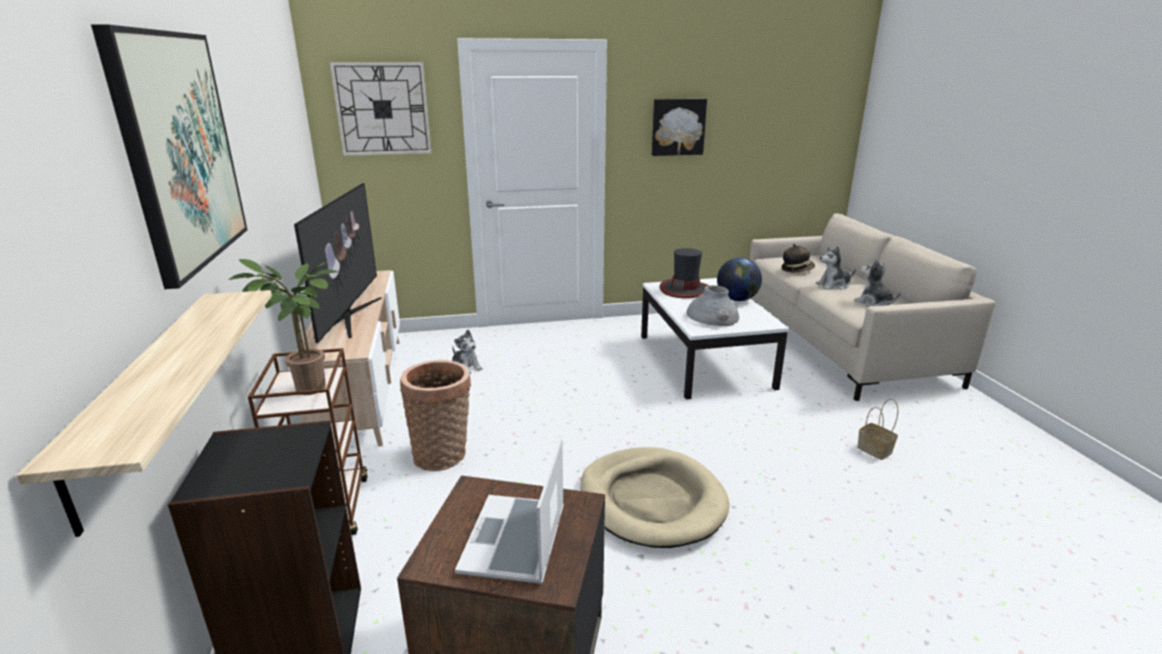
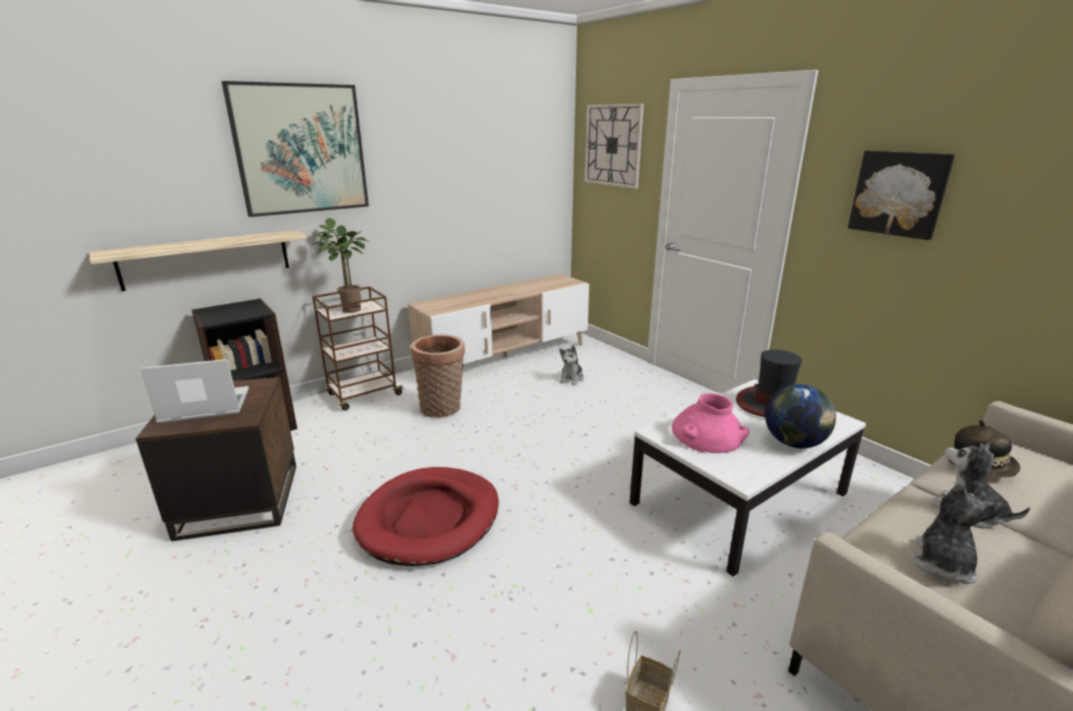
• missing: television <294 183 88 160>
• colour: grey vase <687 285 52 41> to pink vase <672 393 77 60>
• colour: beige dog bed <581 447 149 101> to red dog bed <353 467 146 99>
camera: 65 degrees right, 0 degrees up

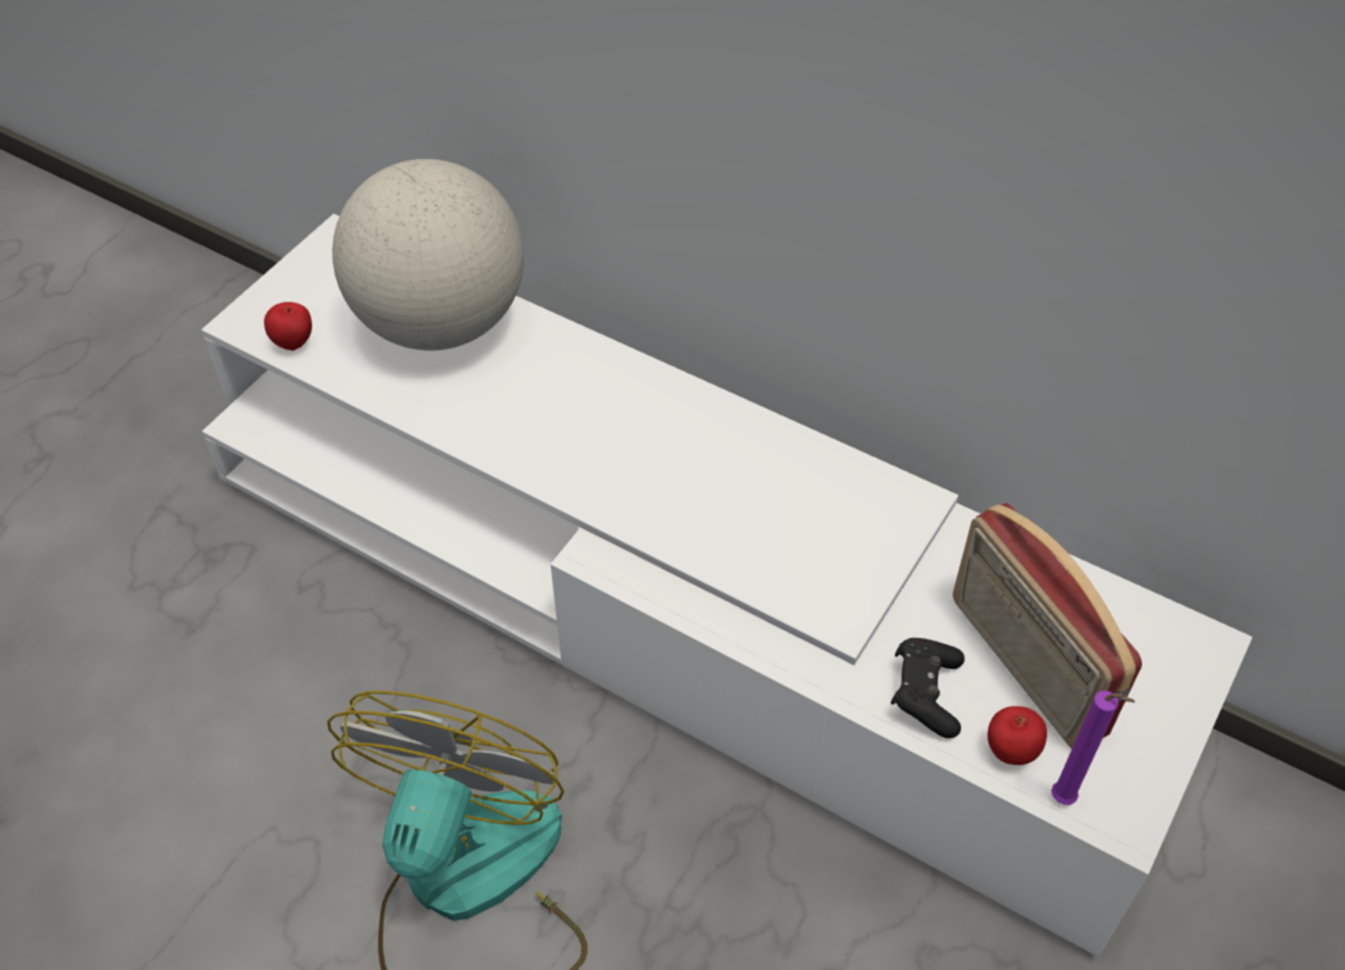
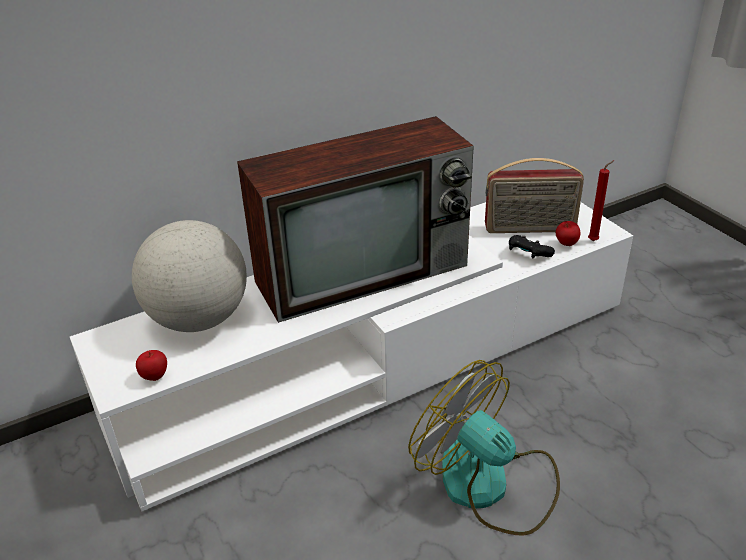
• colour: purple candle <1051 691 84 114> to red candle <588 160 26 81>
• appeared: television <237 116 237 207>
camera: 60 degrees left, 15 degrees down

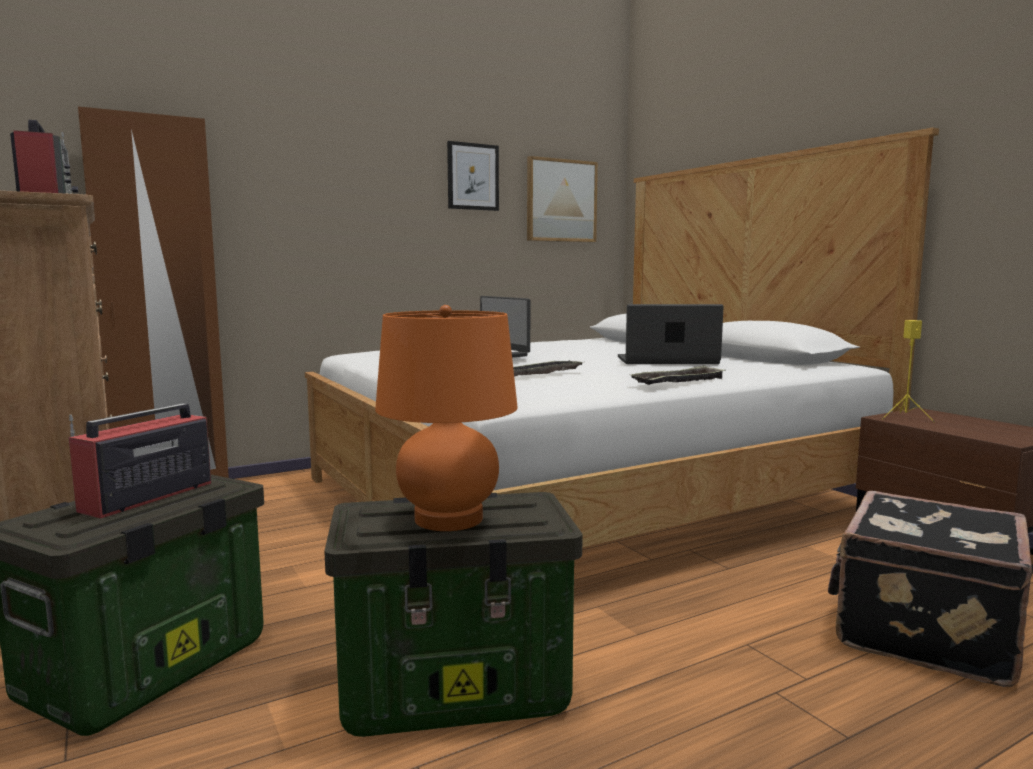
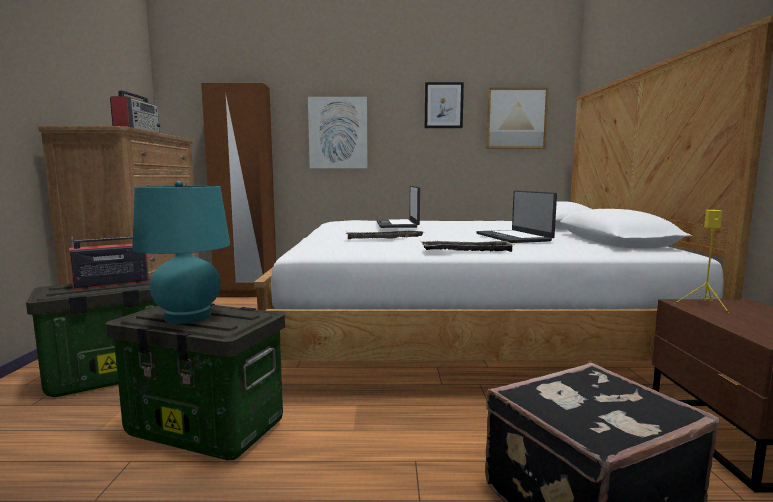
• spun: laptop <618 304 106 60> = <476 190 81 53> 135 degrees counterclockwise
• colour: orange table lamp <375 305 143 226> to turquoise table lamp <132 181 98 143>
• appeared: picture <308 97 60 72>
camera: 30 degrees right, 0 degrees up

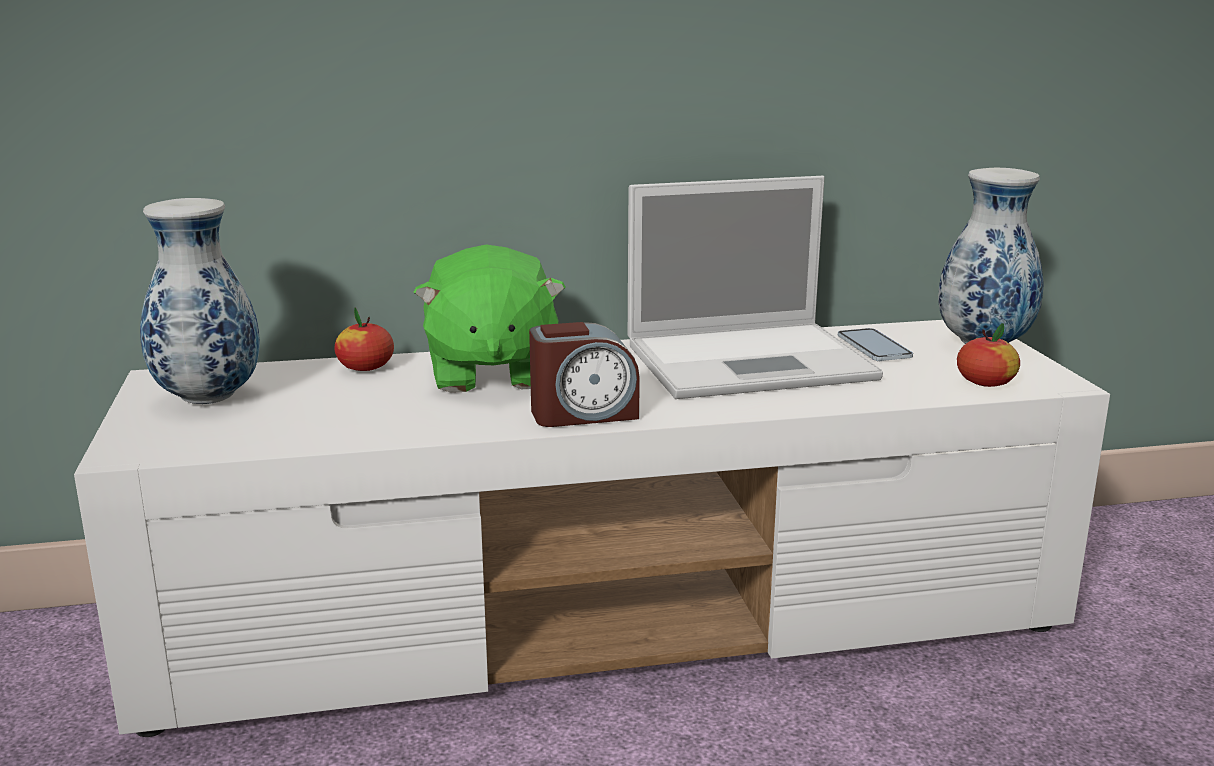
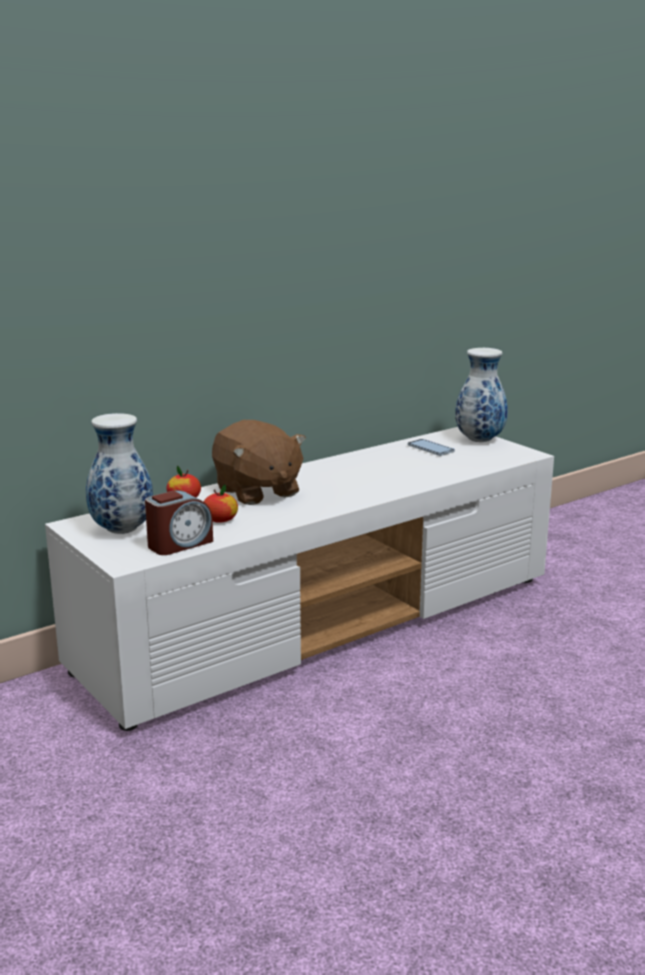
• missing: laptop <628 176 255 223>
• colour: green plush toy <413 244 153 149> to brown plush toy <212 420 94 85>
• relocated: alarm clock <529 322 111 105> to <145 490 68 65>
• relocated: apple <957 323 63 64> to <203 484 35 39>
camera: 25 degrees left, 0 degrees up

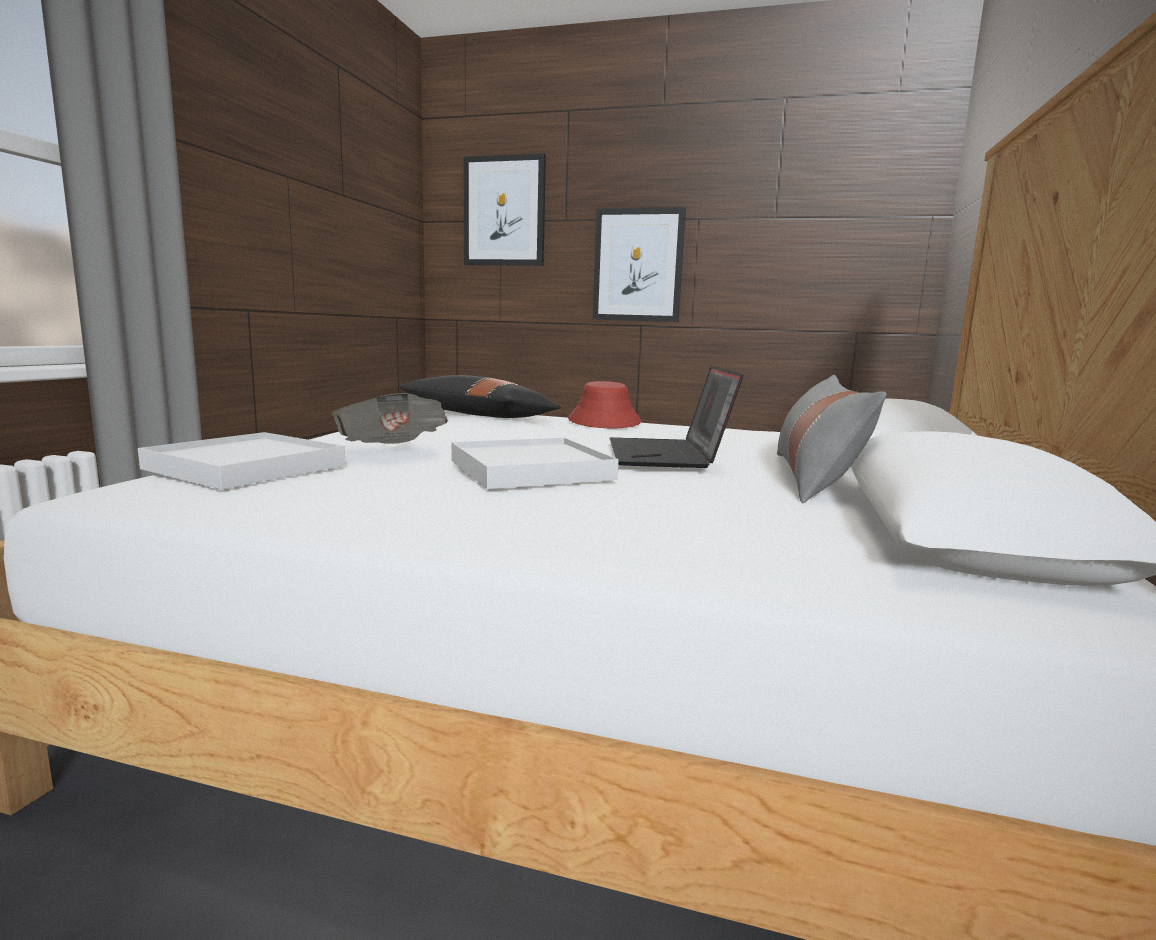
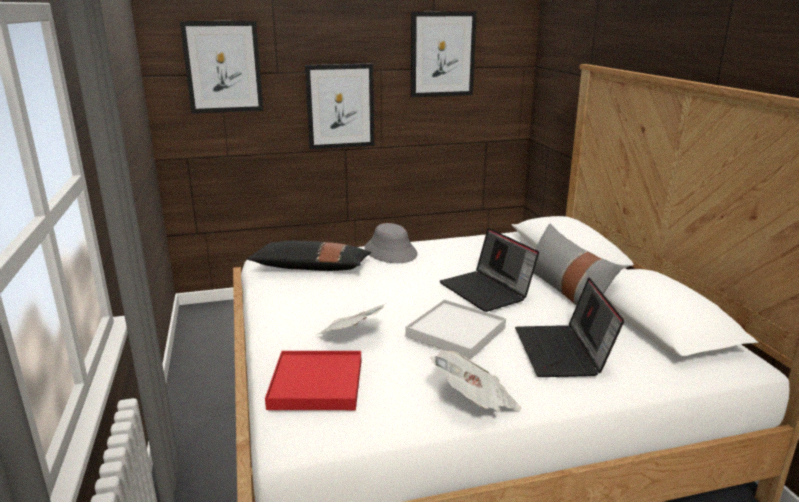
• colour: red hat <568 381 73 47> to grey hat <365 223 52 40>
• colour: white tray <138 432 207 58> to red tray <265 351 96 59>
• appeared: picture <411 12 66 85>
• appeared: laptop <515 277 109 100>
• appeared: newspaper <430 351 92 60>
camera: 30 degrees left, 10 degrees up

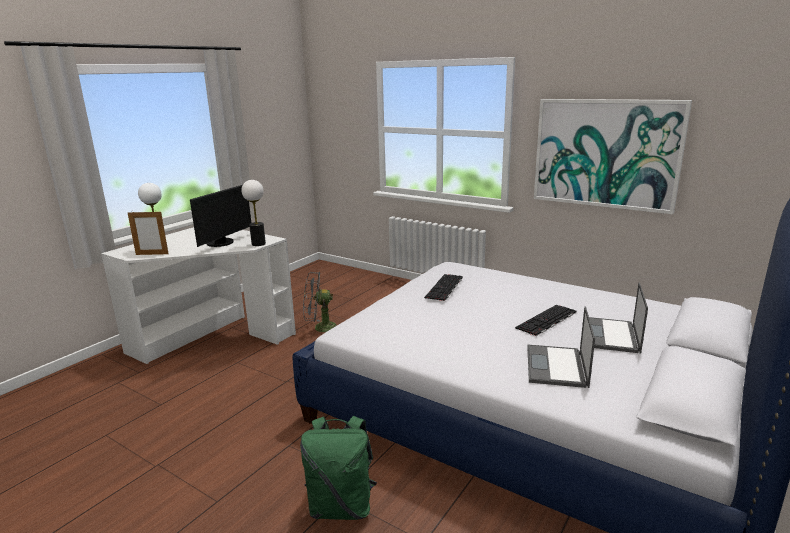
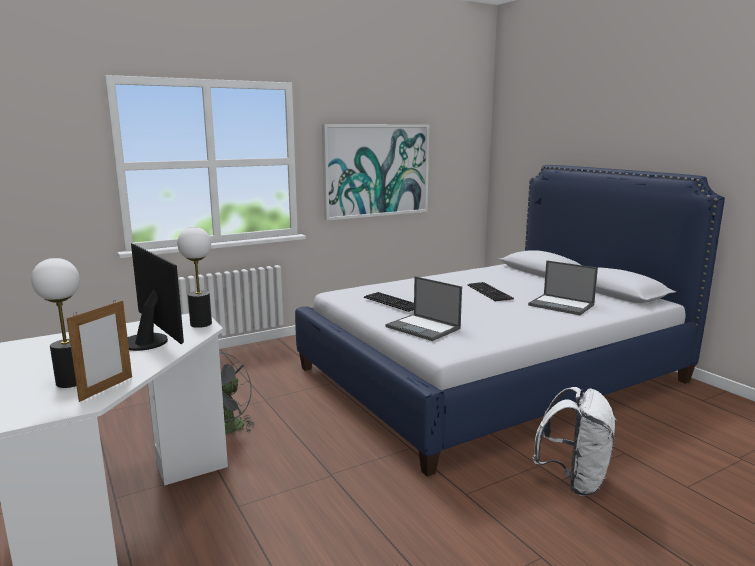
• relocated: laptop <589 283 59 70> to <386 276 76 65>
• colour: green backpack <300 416 77 104> to white backpack <533 387 84 109>
camera: 65 degrees left, 5 degrees down

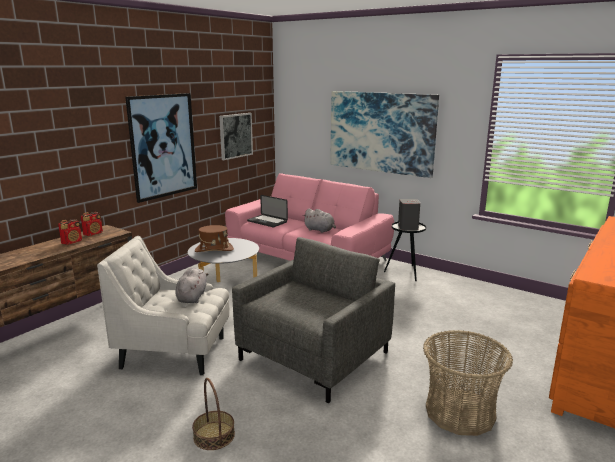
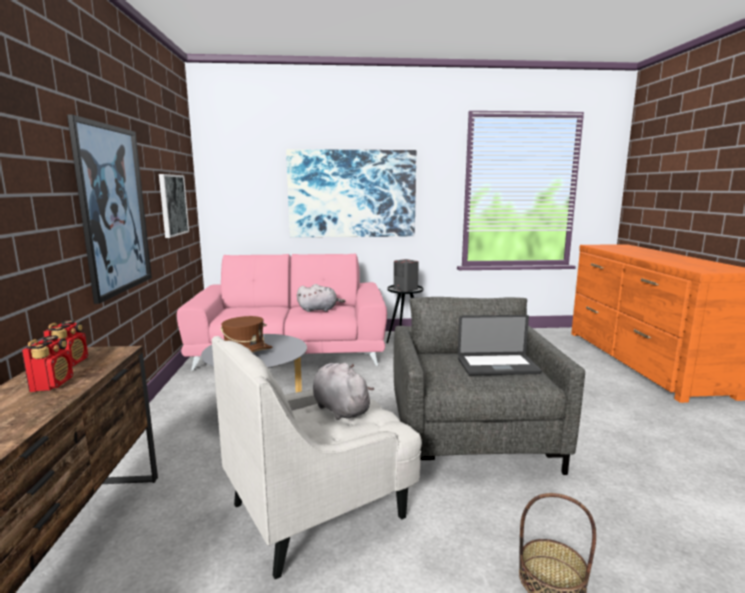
• relocated: laptop <247 195 41 32> to <458 315 84 61>
• missing: basket <423 330 90 106>
camera: 40 degrees left, 5 degrees down

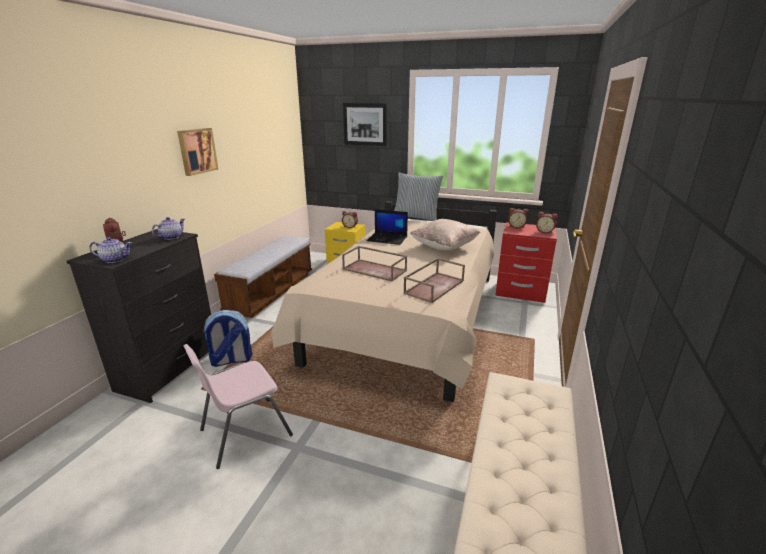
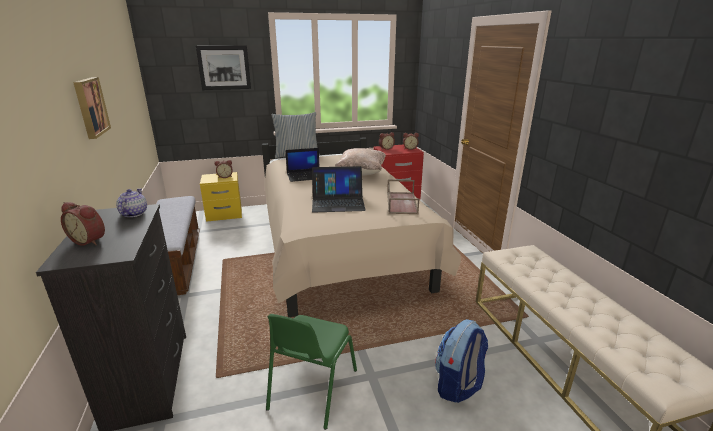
• missing: teapot <89 237 43 26>
• exchanged: brown tray <342 246 65 36> to laptop <312 166 54 47>
• relocated: backpack <202 310 51 57> to <435 319 53 84>
• colour: pink chair <183 344 110 125> to green chair <266 314 91 116>
camera: 35 degrees left, 0 degrees up

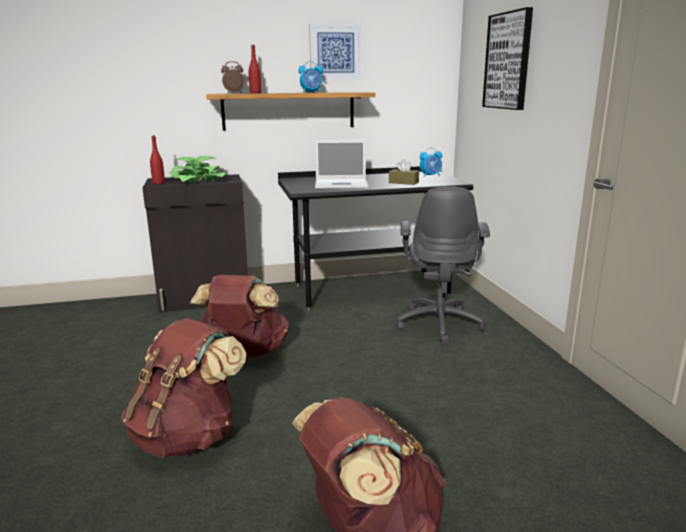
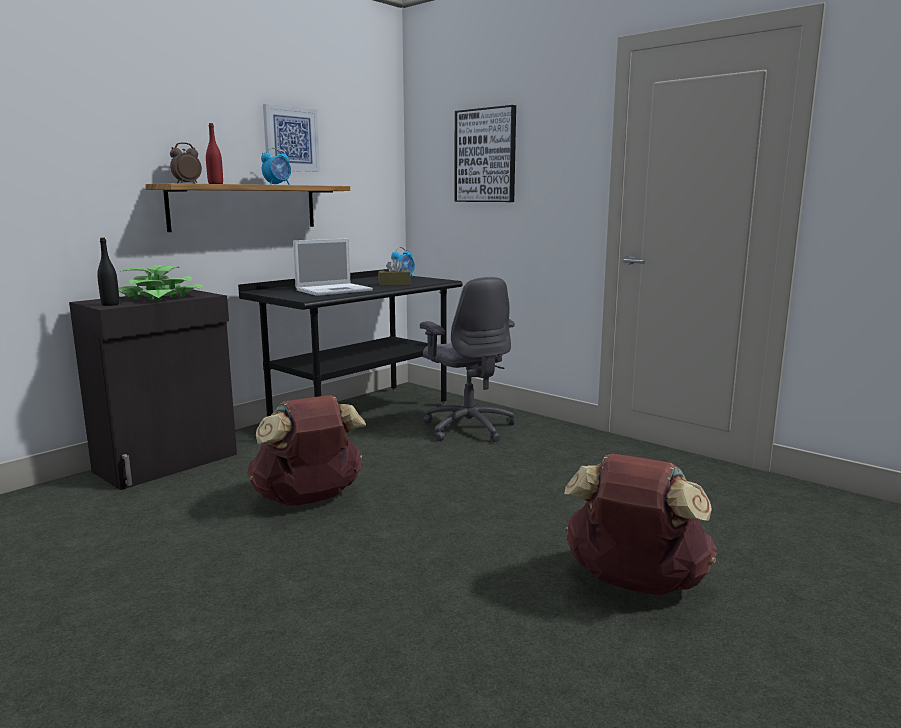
• colour: red bottle <150 136 15 48> to black bottle <97 238 22 68>
• missing: brown backpack <121 318 125 140>
camera: 35 degrees left, 5 degrees down

